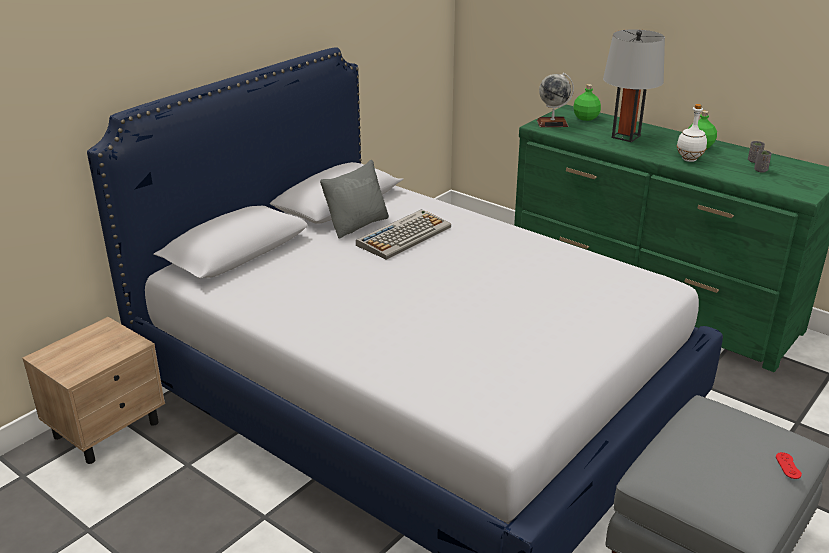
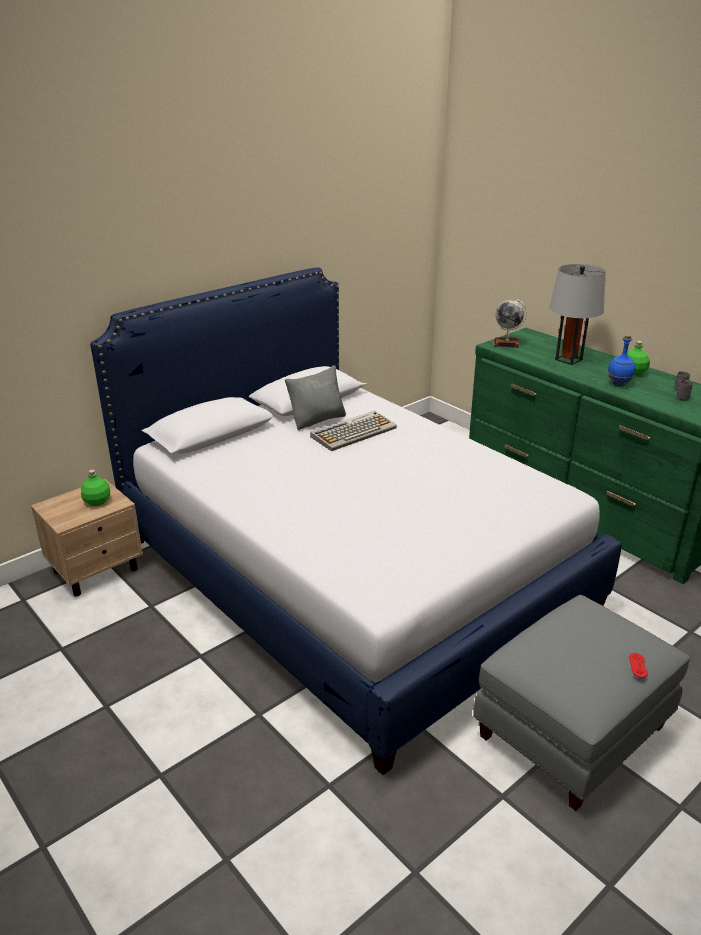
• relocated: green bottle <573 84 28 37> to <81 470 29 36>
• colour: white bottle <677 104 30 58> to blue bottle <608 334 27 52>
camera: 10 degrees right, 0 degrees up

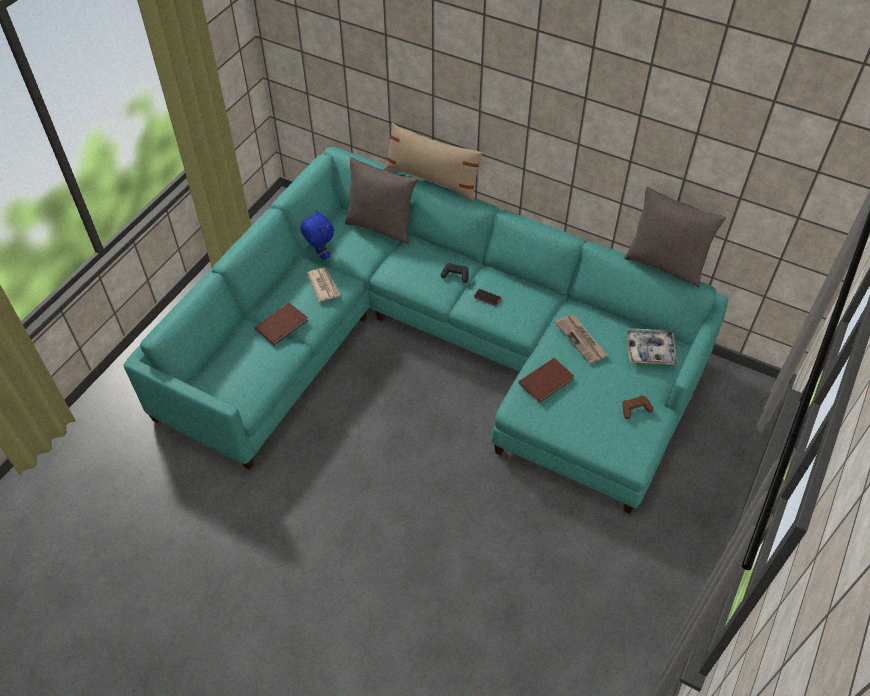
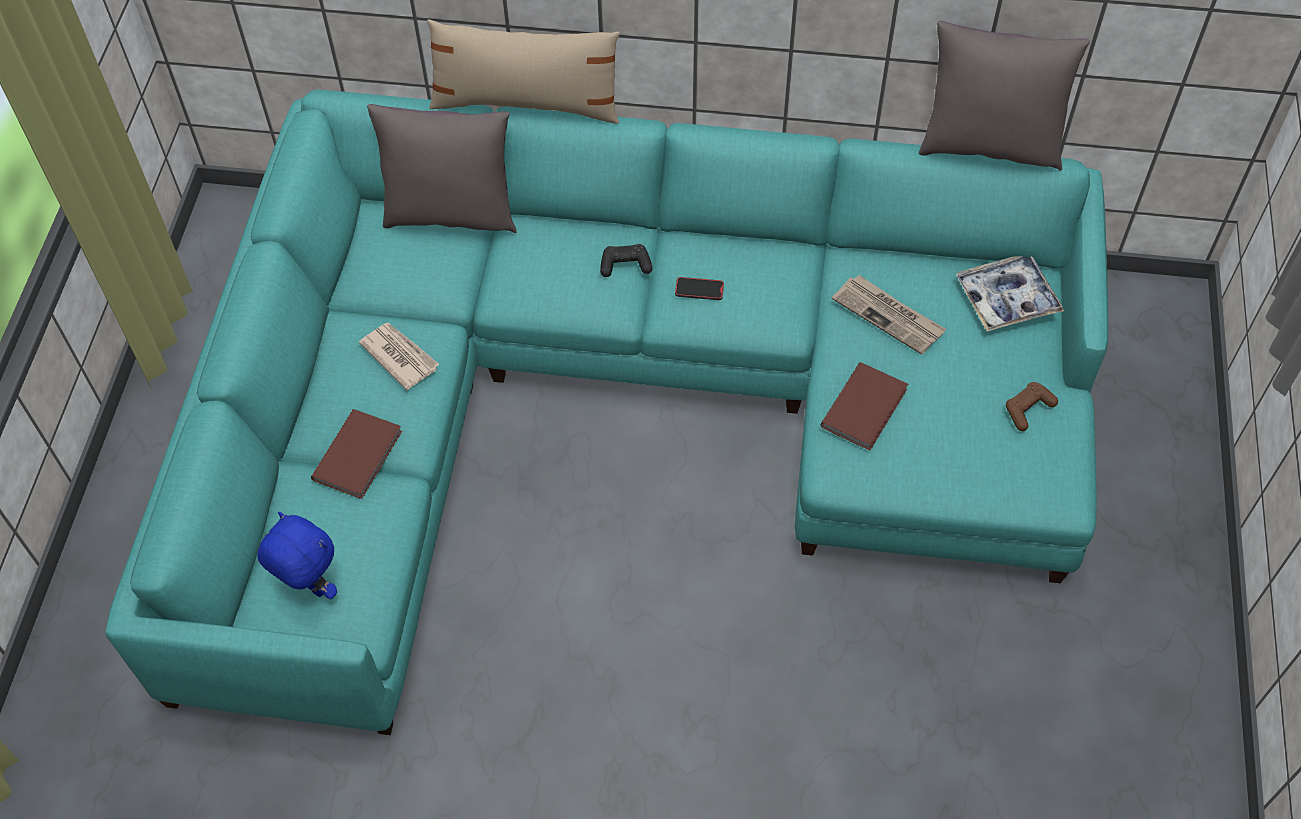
• relocated: blue plush toy <300 210 34 50> to <257 512 80 87>
camera: 20 degrees left, 5 degrees up

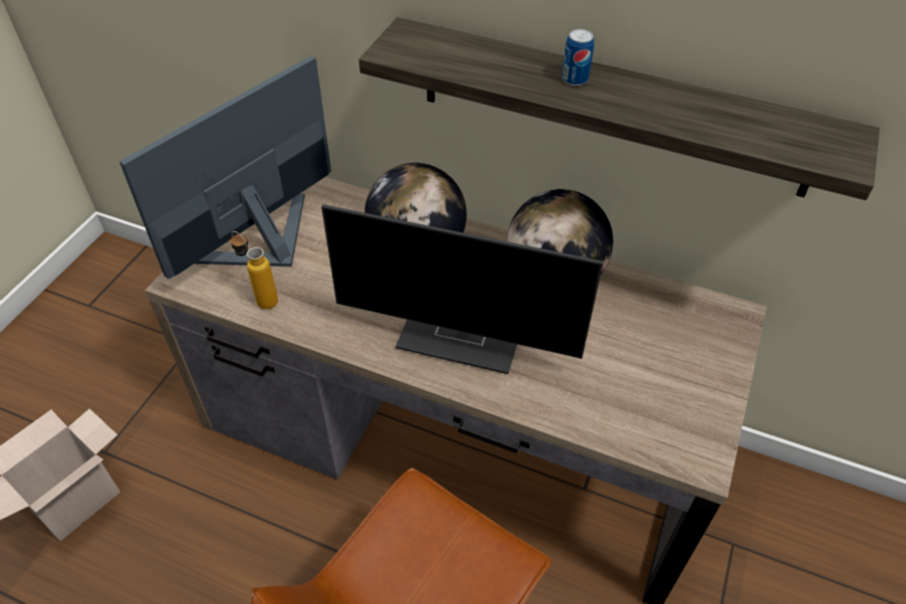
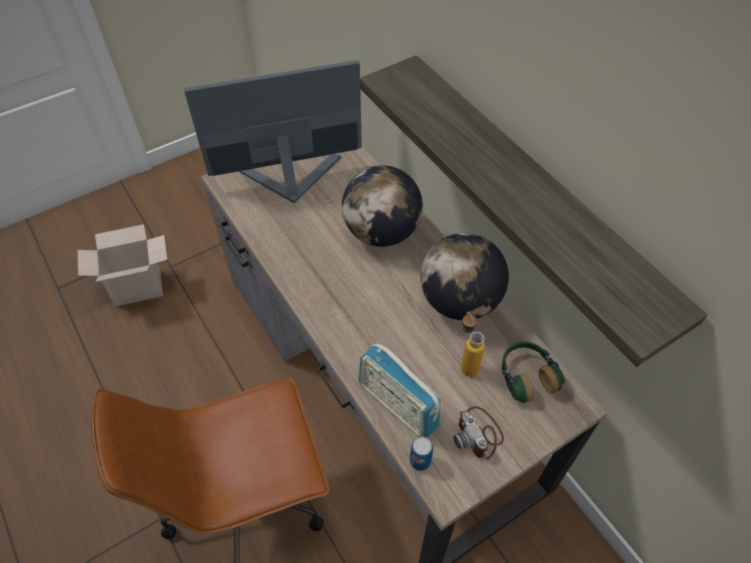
• relocated: can <562 29 32 57> to <410 437 23 34>
• missing: monitor <321 204 283 170>
• relocated: bottle <231 231 47 78> to <461 312 24 65>
• appeared: headphones <502 342 63 61>
• appeared: radio <359 344 82 94>
• appeared: photo camera <453 406 51 54>
camera: 35 degrees right, 5 degrees up

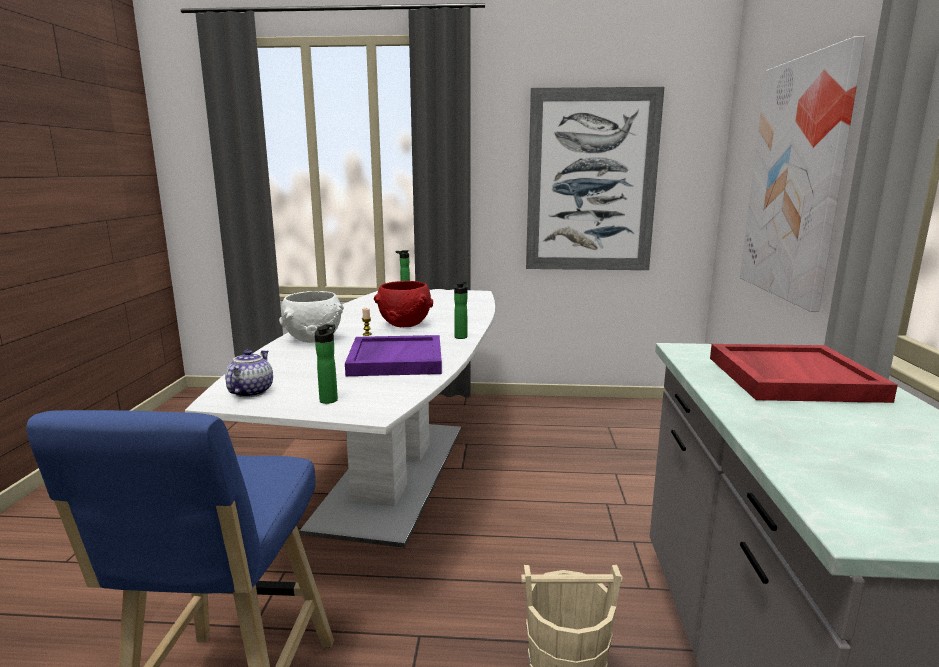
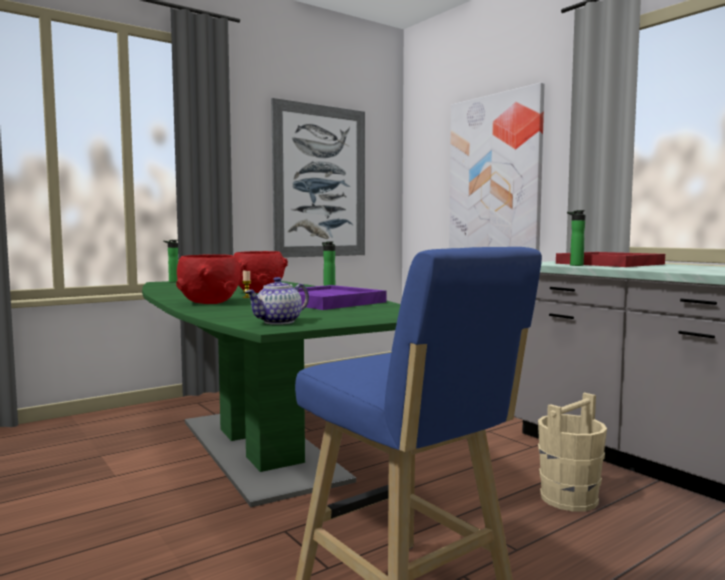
• colour: white dining table <185 289 310 259> to green dining table <142 281 258 226>
• colour: white bowl <279 291 65 52> to red bowl <176 254 68 50>
• relocated: bottle <315 324 23 80> to <567 210 18 56>
• spun: teapot <225 350 48 47> = <245 277 64 48> 105 degrees counterclockwise
camera: 40 degrees left, 10 degrees down

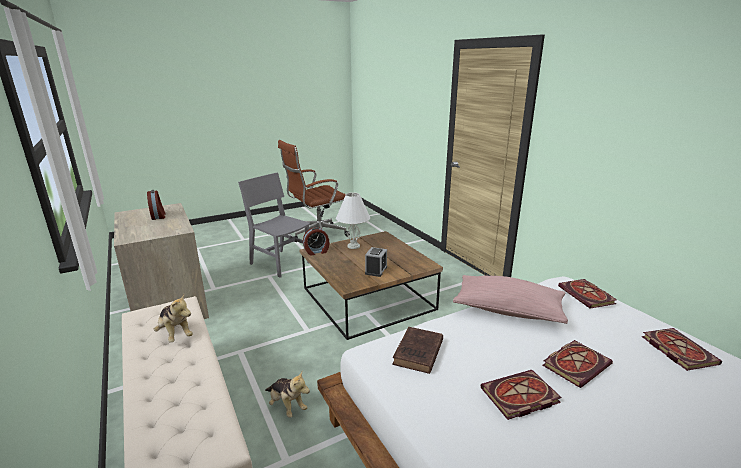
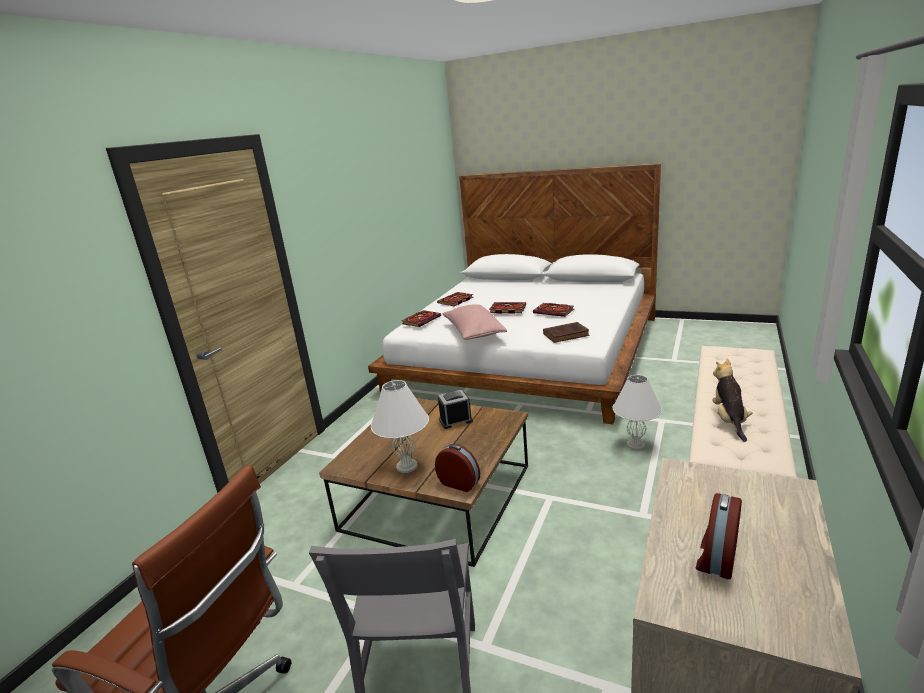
• exchanged: plush toy <265 372 45 46> to white table lamp <612 375 50 75>
camera: 125 degrees left, 0 degrees up

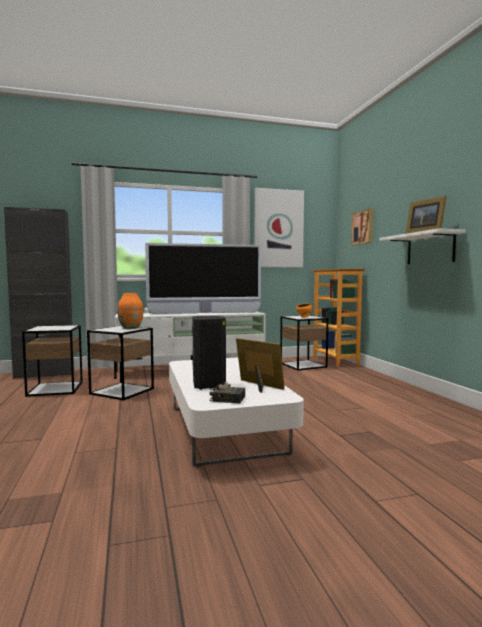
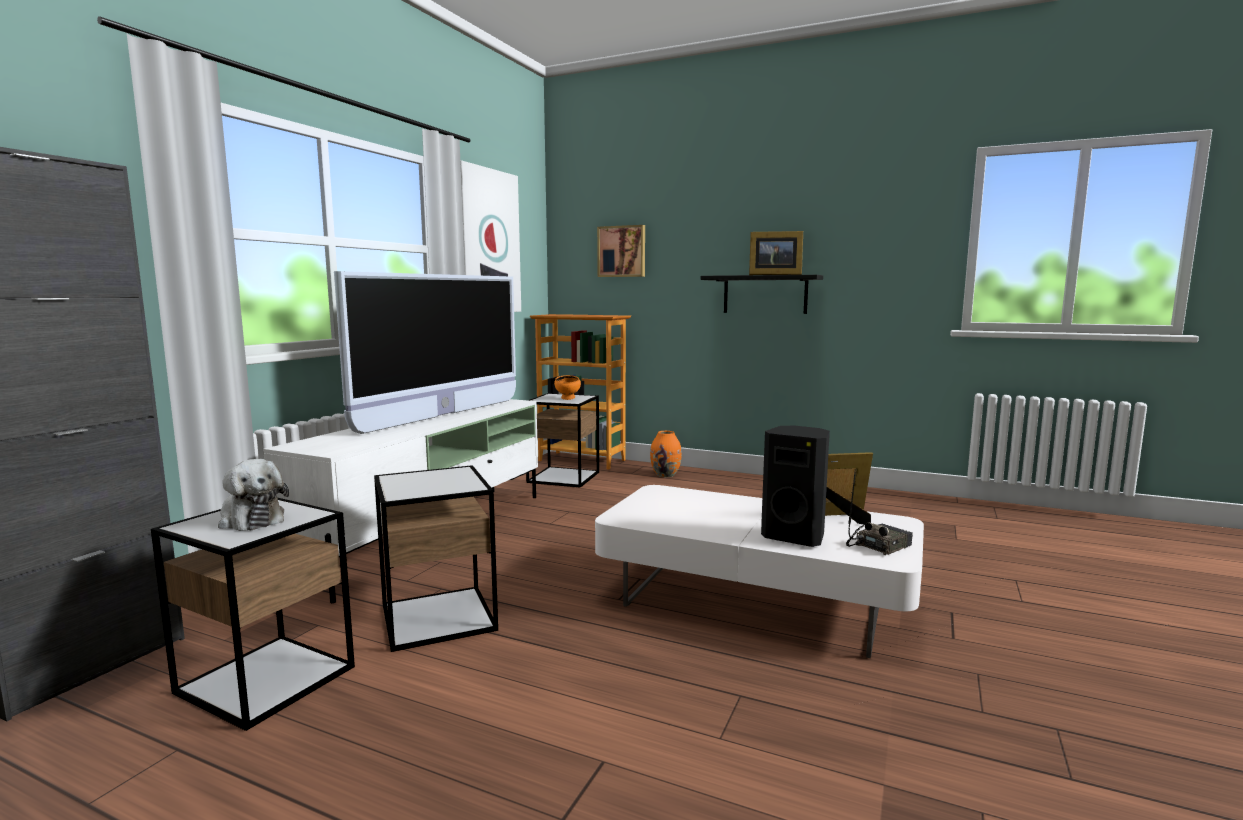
• colour: white shelf <379 229 87 35> to black shelf <701 275 122 39>
• relocated: orange vase <118 293 25 36> to <650 431 32 46>
• appeared: plush toy <218 459 71 72>
camera: 50 degrees left, 5 degrees up

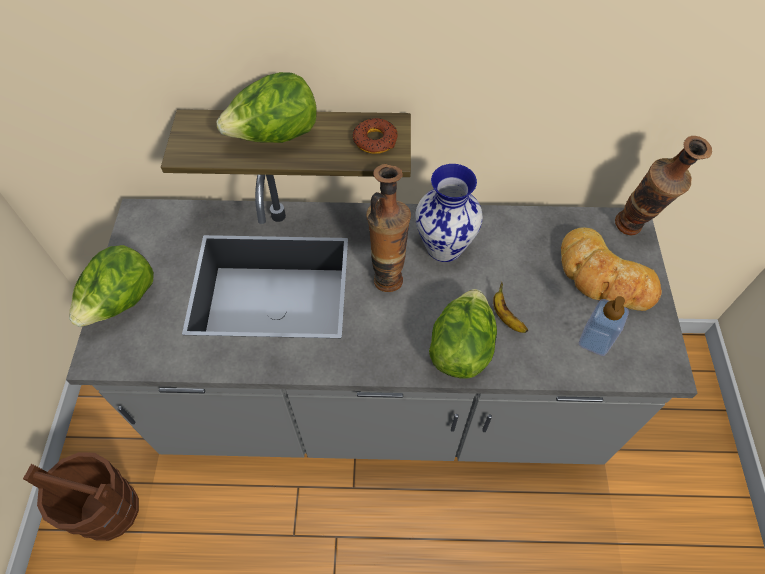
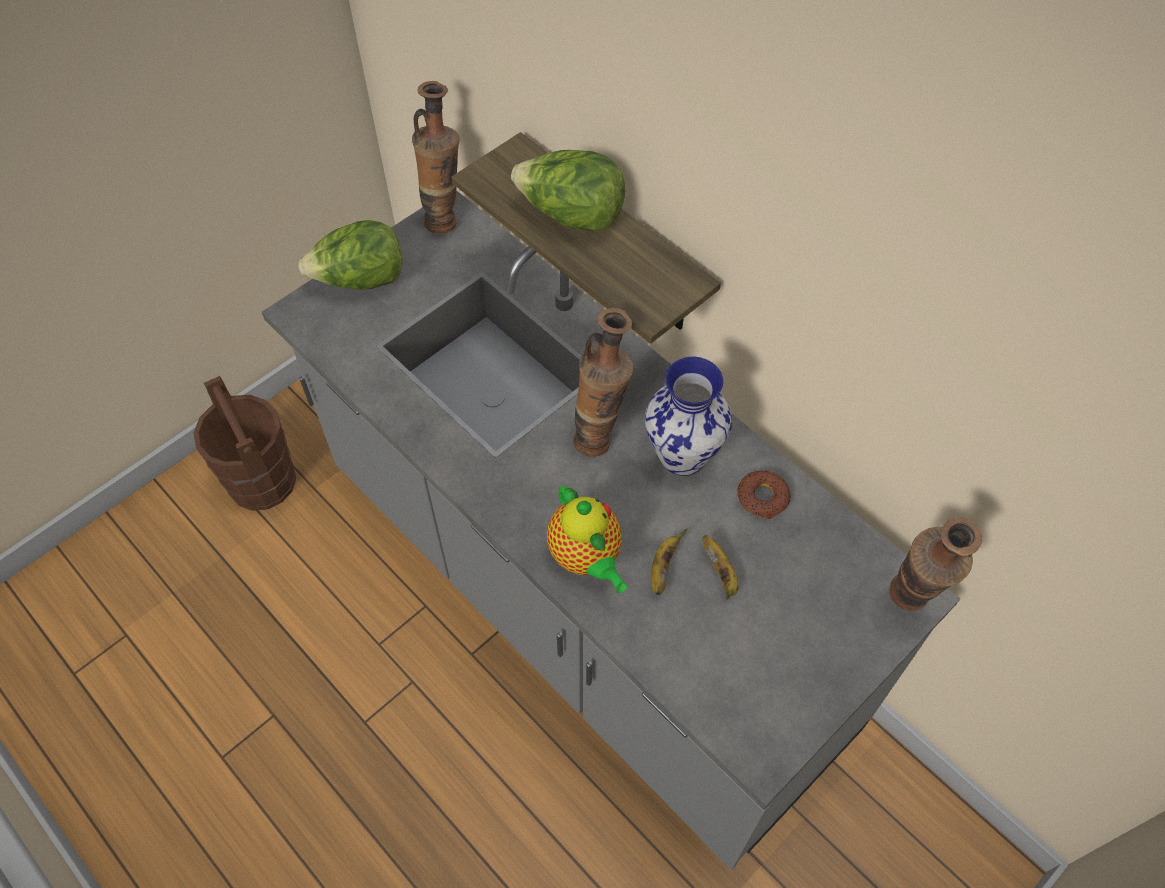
• relocated: donut <352 118 45 36> to <737 470 54 49>
• missing: bread <561 227 101 84>
• exchanged: lettuce <429 289 68 89> to teapot <547 484 80 109>
• missing: soap dispenser <579 296 50 60>
• appeared: vase <412 81 48 152>
• appeared: banana <702 535 36 65>
camera: 45 degrees right, 0 degrees up

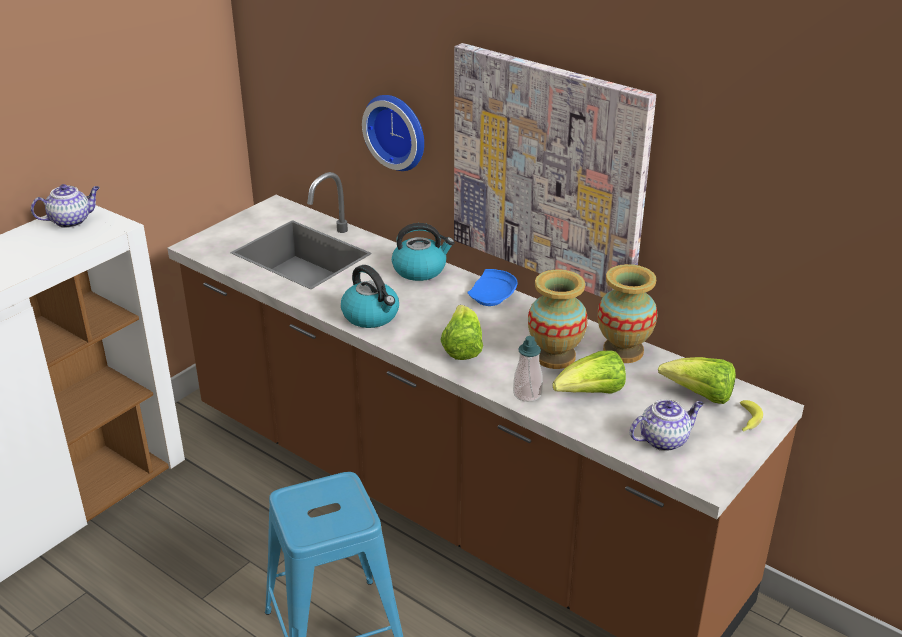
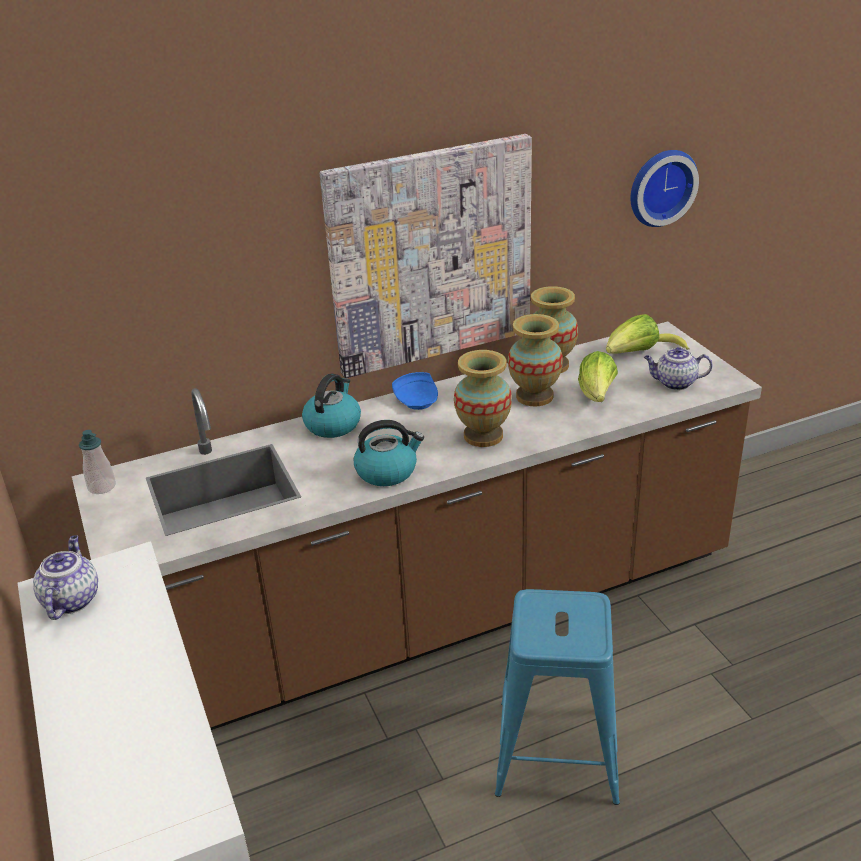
• relocated: wall clock <362 95 62 76> to <631 150 68 77>
• exchanged: lettuce <440 305 43 55> to vase <454 350 58 97>
• relocated: soap dispenser <513 336 30 66> to <79 430 37 64>
• spun: teapot <630 399 73 52> = <644 347 69 43> 90 degrees counterclockwise
camera: 60 degrees left, 0 degrees up

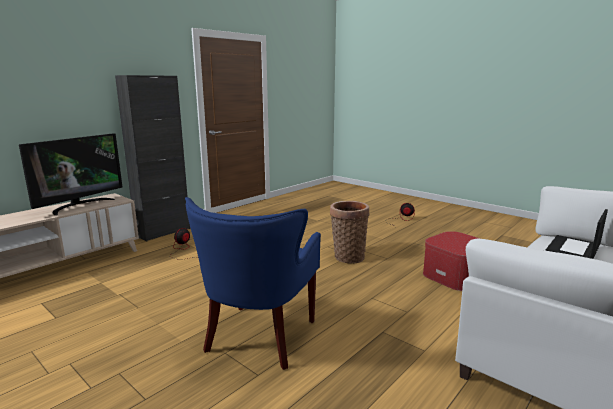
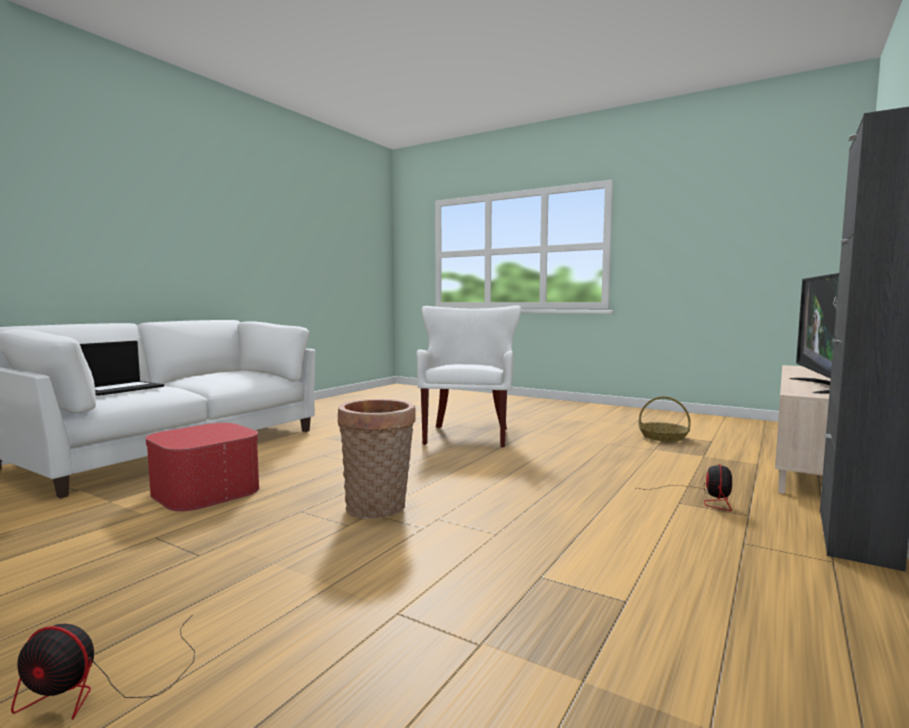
• colour: blue armchair <185 197 136 173> to white armchair <416 305 105 143>
• appeared: basket <638 396 53 46>
camera: 170 degrees right, 10 degrees down

